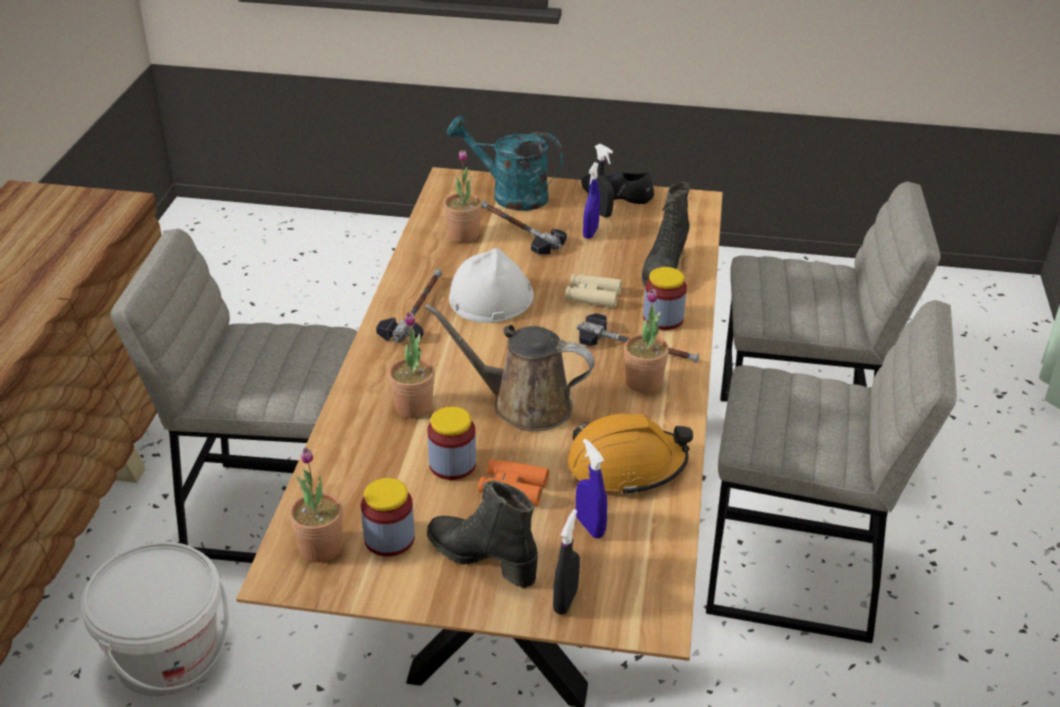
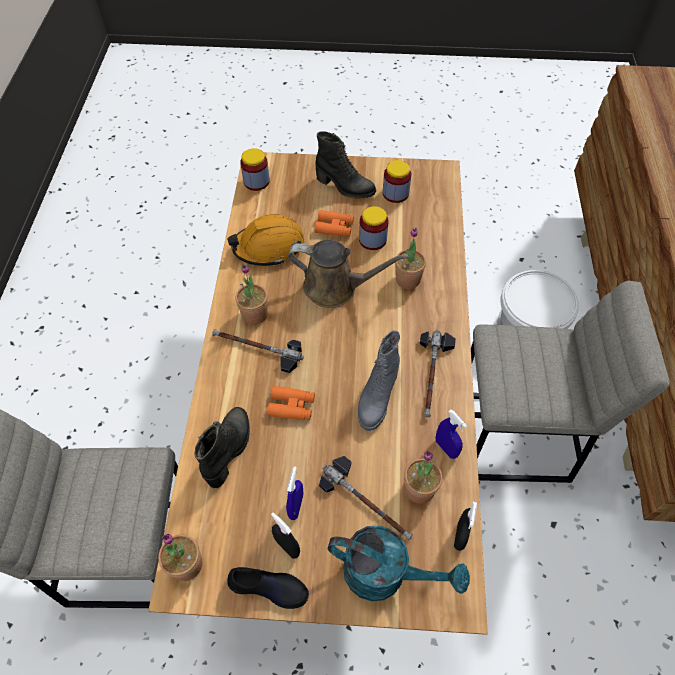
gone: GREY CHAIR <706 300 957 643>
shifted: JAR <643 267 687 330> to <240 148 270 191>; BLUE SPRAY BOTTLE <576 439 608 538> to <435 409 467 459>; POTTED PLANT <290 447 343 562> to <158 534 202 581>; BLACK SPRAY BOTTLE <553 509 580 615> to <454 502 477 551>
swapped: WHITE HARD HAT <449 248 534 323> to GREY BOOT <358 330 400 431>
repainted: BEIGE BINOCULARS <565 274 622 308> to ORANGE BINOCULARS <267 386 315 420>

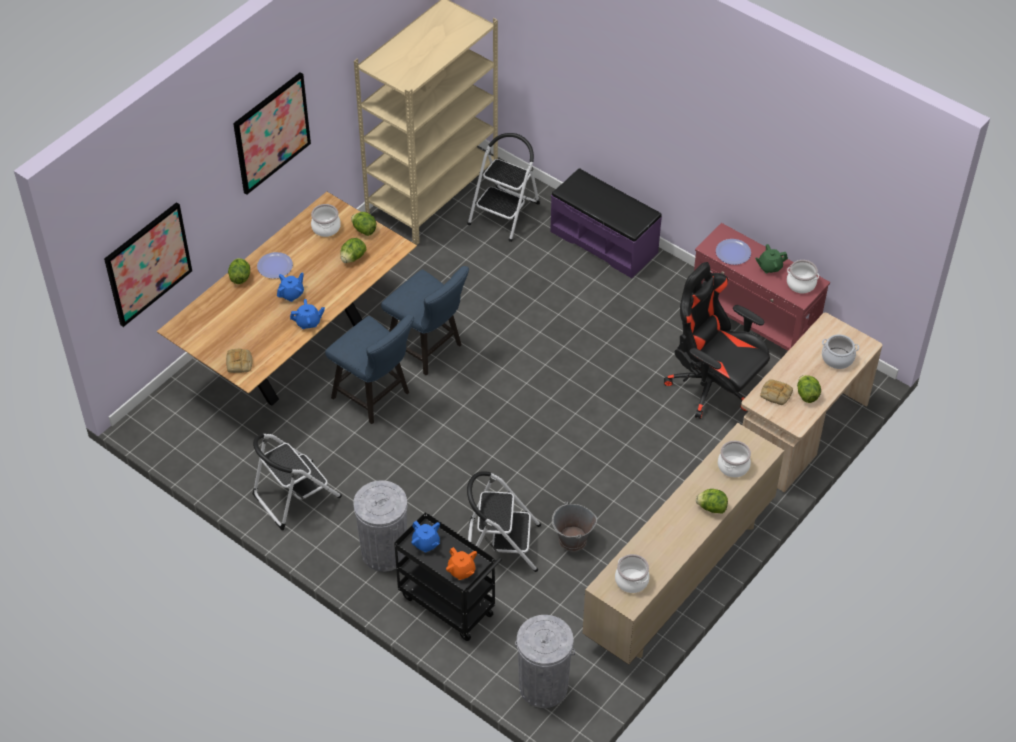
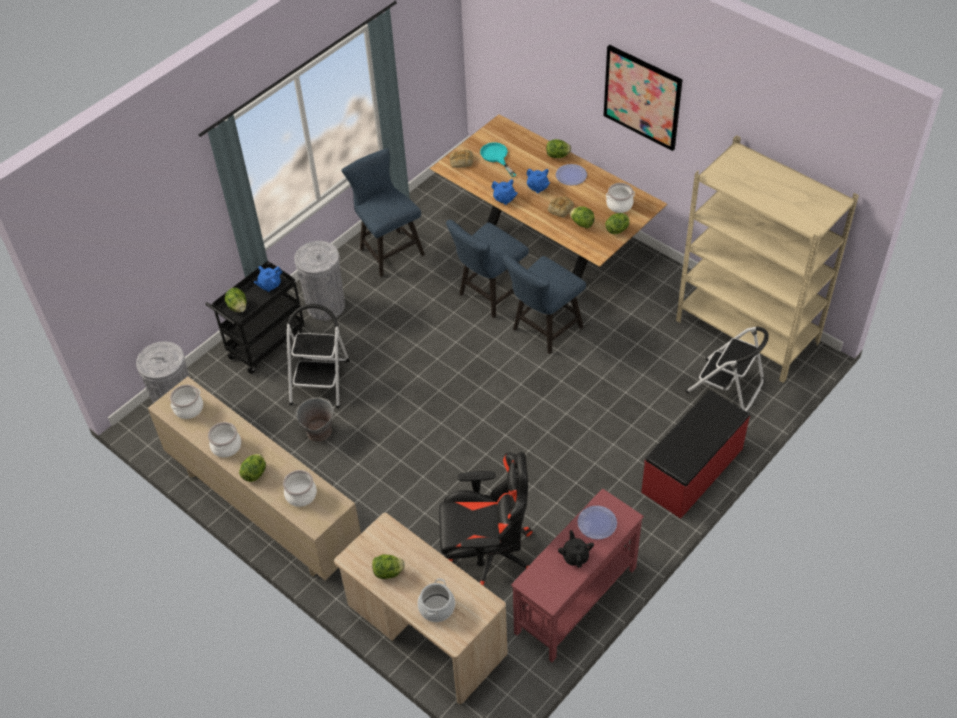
gone: PICTURE <104 202 192 327>
new: TURQUOISE FRYING PAN <480 142 516 177>
shifted: COOKING POT <787 260 819 293> to <208 422 241 457>; BREAD <760 380 793 405> to <548 197 574 218>
swapped: STEP LADDER <253 434 342 531> to BLUE CHAIR <341 148 425 277>; ORANGE TEAPOT <446 547 477 580> to LETTUCE <225 288 246 312>
repainted: PURPLE BENCH <550 168 662 278> to RED BENCH <641 390 750 519>; GREEN TEAPOT <755 244 788 274> to BLACK TEAPOT <558 530 594 568>
rotated: BLACK OFFICE CHAIR <664 262 770 419> = <439 452 533 587> 45 degrees clockwise; BLUE TEAPOT <290 299 325 329> = <491 179 518 205> 45 degrees counterclockwise

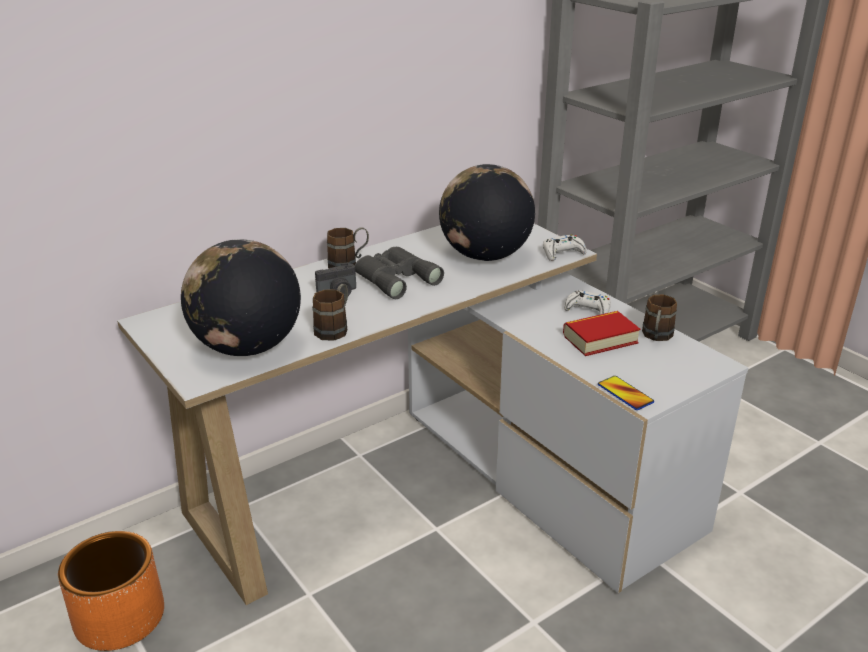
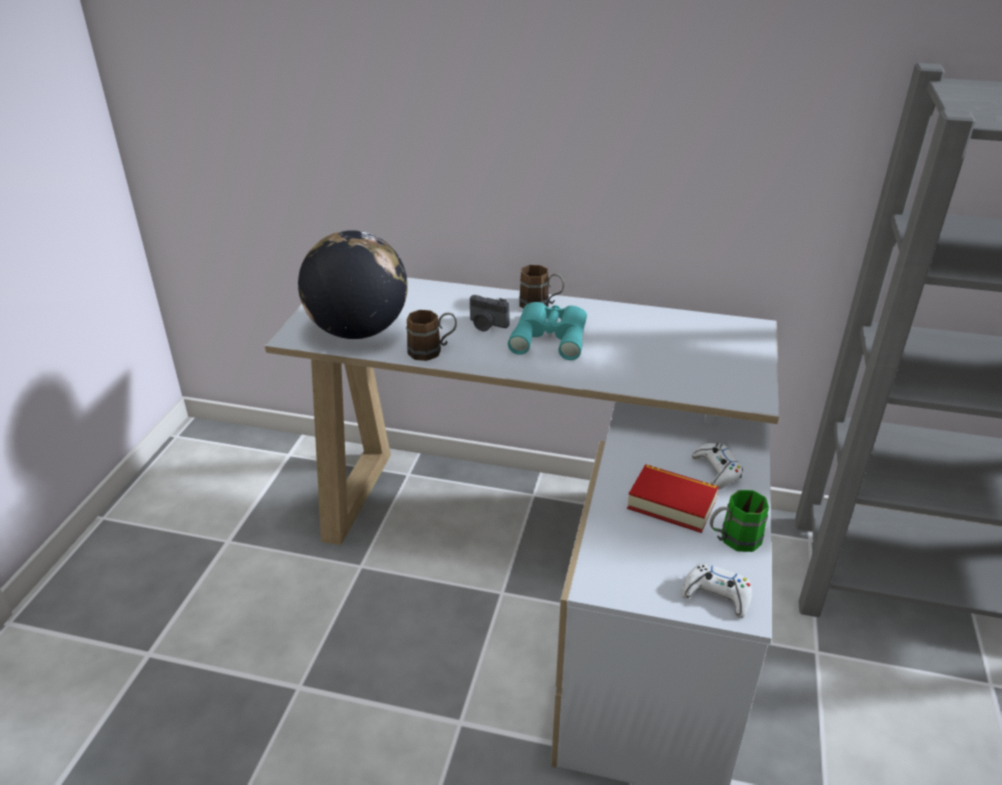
gone: GLOBE <439 164 535 261>; PHONE <598 376 654 410>; ORANGE PLANTER <58 531 164 651>
shifted: WHITE GAME CONTROLLER <543 234 587 261> to <681 563 752 618>
repainted: GREY BINOCULARS <355 247 444 299> to TURQUOISE BINOCULARS <508 302 587 360>; BROWN MUG <642 295 677 341> to GREEN MUG <710 490 769 552>

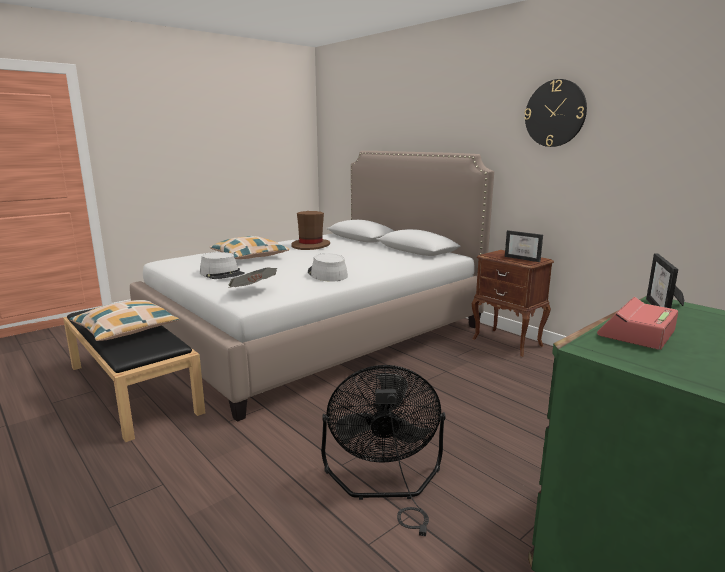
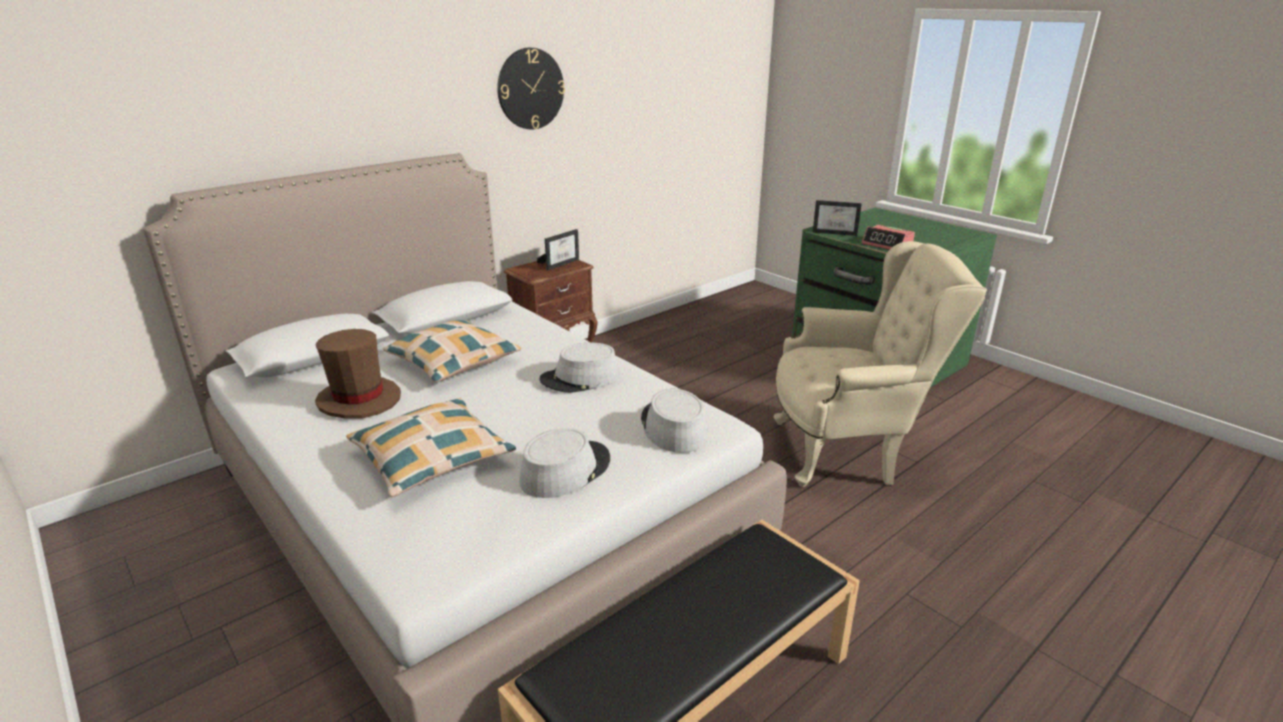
shifted: PILLOW <70 300 179 341> to <383 320 521 382>
swapped: NEWSPAPER <228 267 277 287> to GREY HAT <641 389 708 453>; BLACK FAN <321 365 446 536> to BEIGE ARMCHAIR <774 241 987 487>

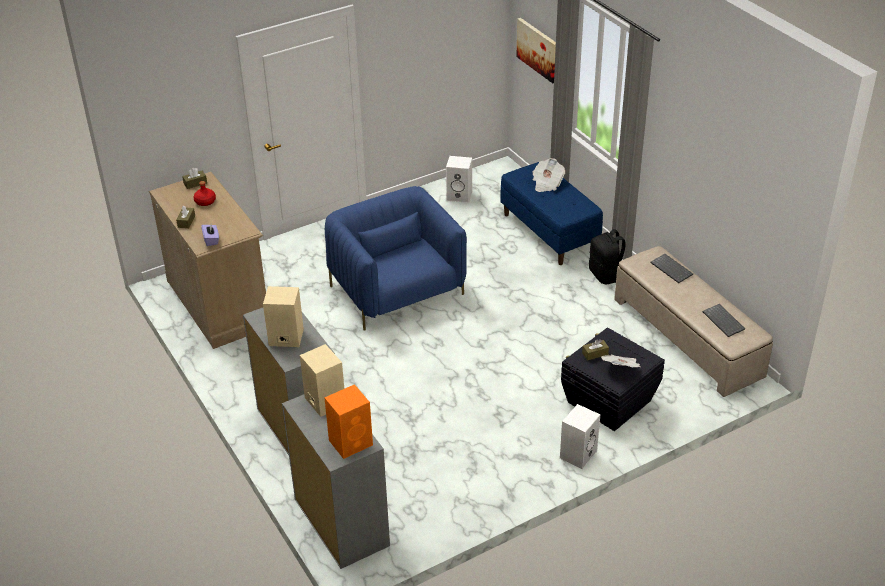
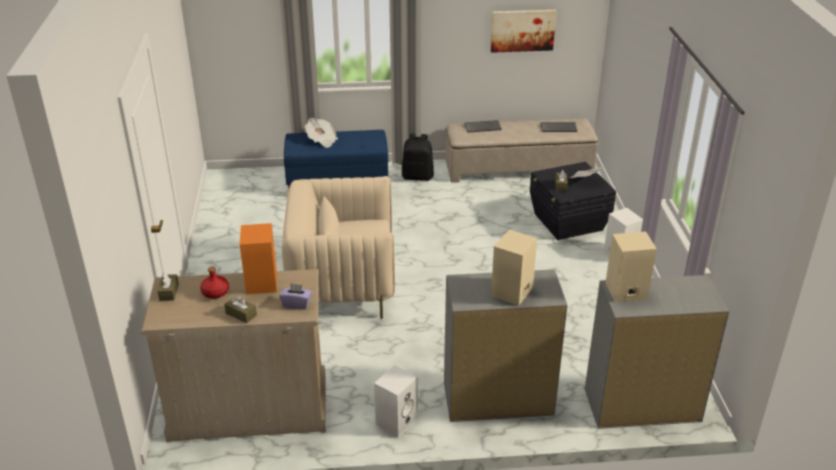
shifted: PICTURE <516 18 556 83> to <491 10 556 53>; WHITE SPEAKER <446 156 472 203> to <374 365 417 437>; ORANGE SPEAKER <324 384 373 459> to <240 223 277 294>
repainted: BLUE ARMCHAIR <325 186 467 330> to BEIGE ARMCHAIR <282 176 395 319>

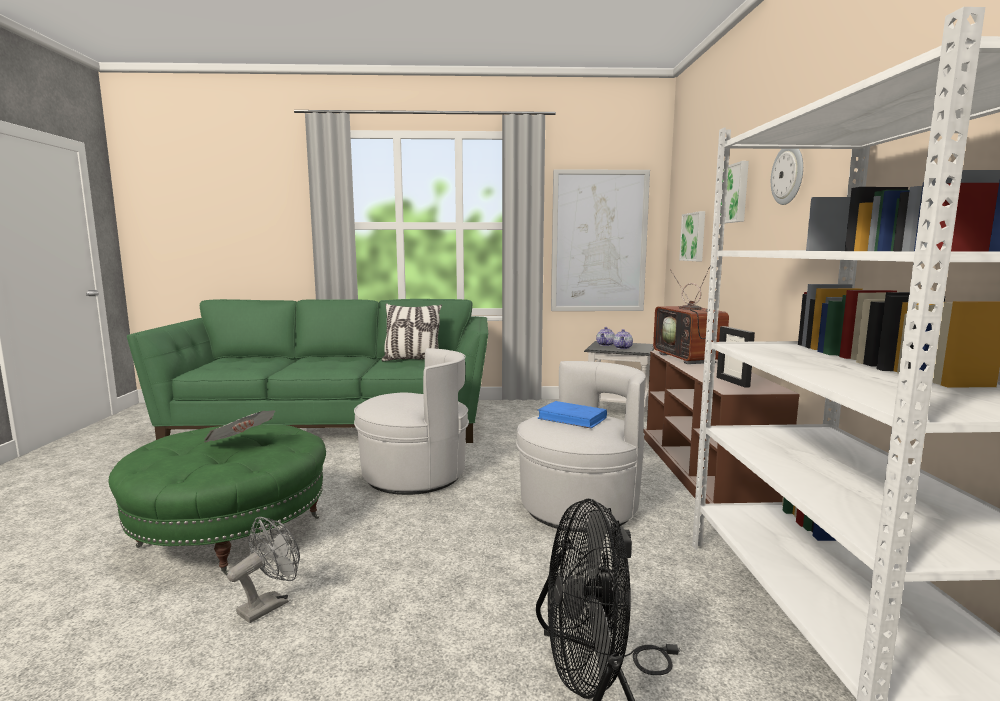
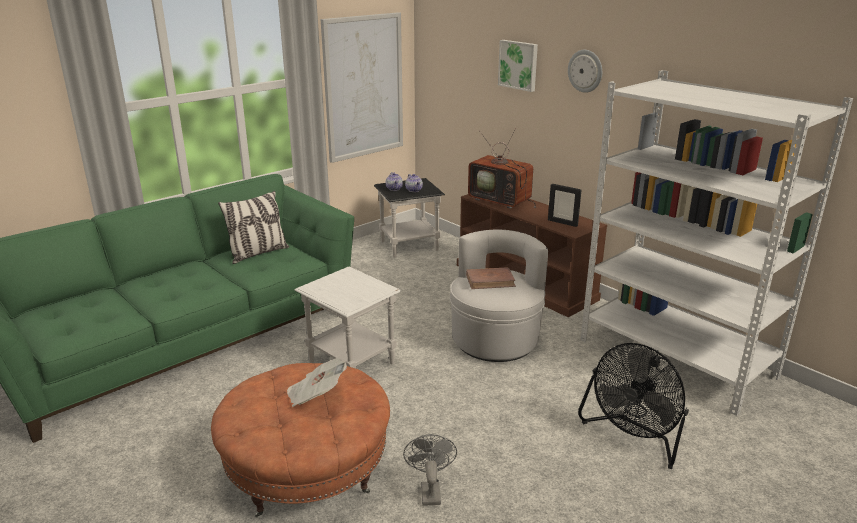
gone: PICTURE <679 211 705 261>
swapped: WHITE ARMCHAIR <354 348 469 495> to WHITE SIDE TABLE <295 266 401 368>
repainted: BLUE BOOK <537 401 607 428> to BROWN BOOK <466 267 516 289>; GREEN OTTOMAN <109 424 326 576> to BROWN OTTOMAN <211 363 390 517>

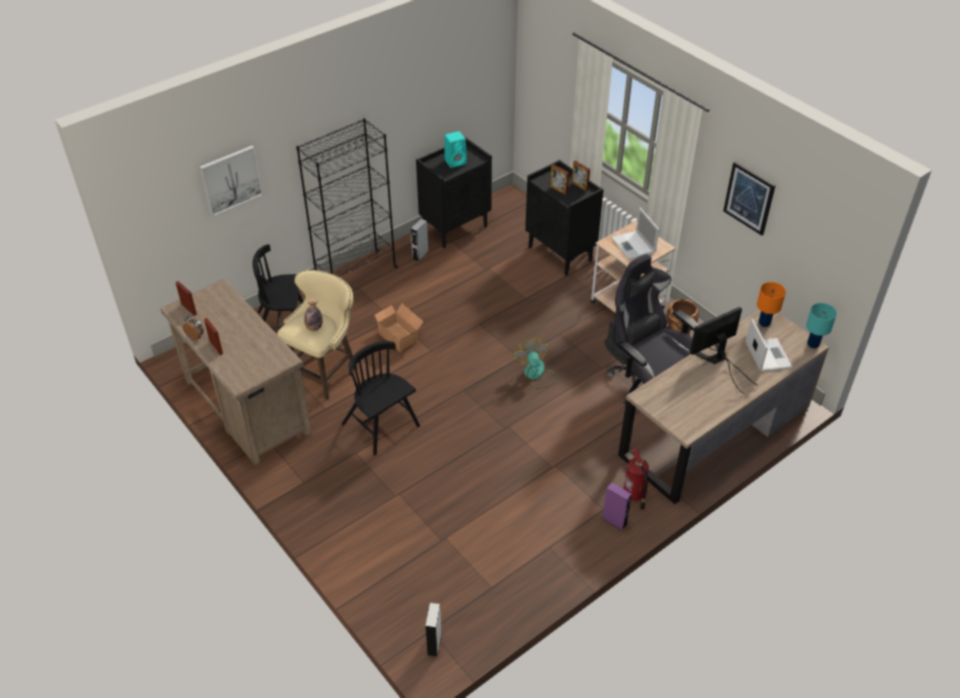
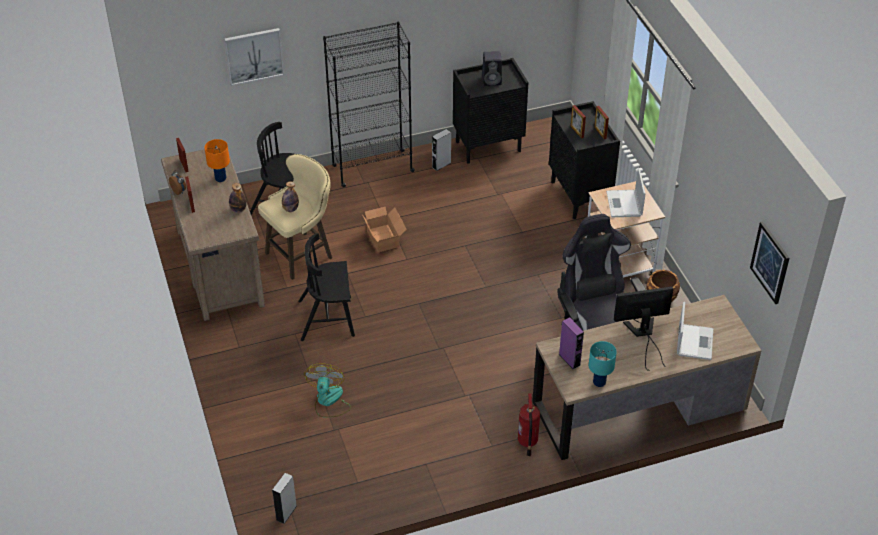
new: BOTTLE <229 183 247 213>
shifted: PICTURE <723 161 776 235> to <750 221 789 304>; ORANGE TABLE LAMP <757 282 786 327> to <204 139 230 182>; TURQUOISE TABLE LAMP <806 303 837 348> to <589 341 617 387>; FAN <513 338 560 389> to <304 363 351 418>; PURPLE SPEAKER <602 482 632 531> to <559 317 584 370>
repainted: TURQUOISE SPEAKER <444 131 467 168> to BLACK SPEAKER <482 51 502 86>
rotated: BLACK CHAIR <342 341 420 456> = <298 233 355 341> 75 degrees counterclockwise

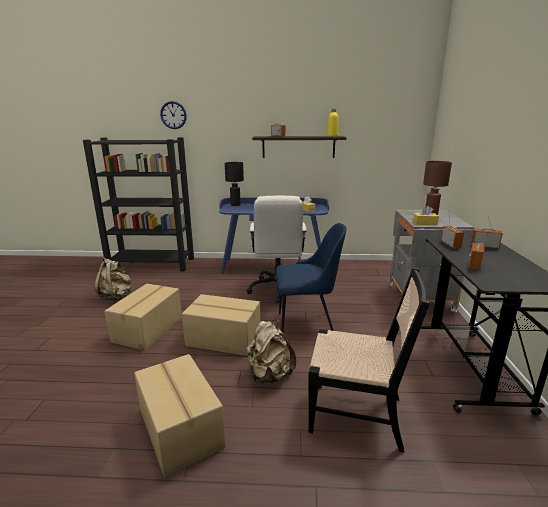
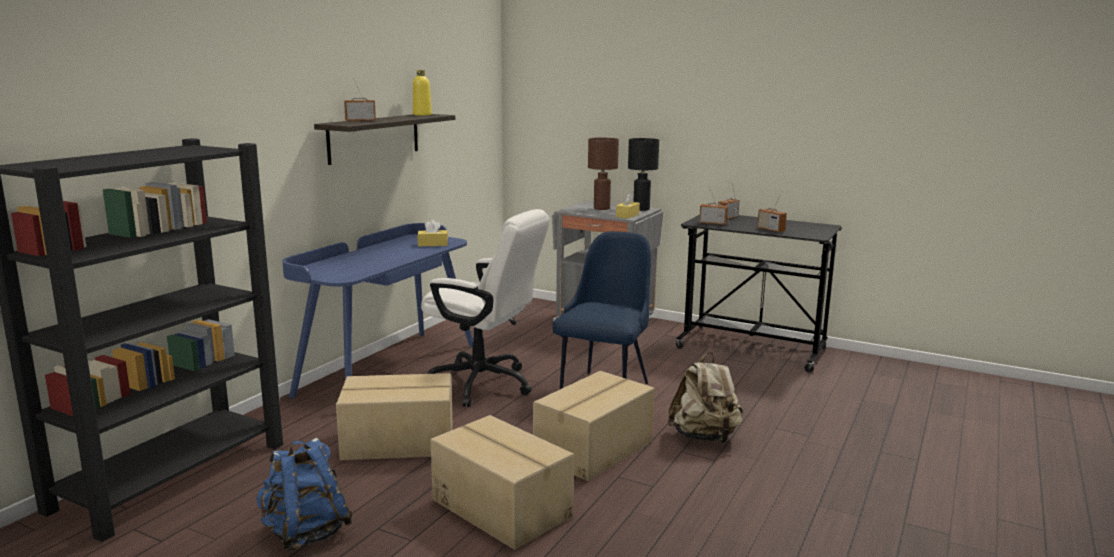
gone: WALL CLOCK <160 101 187 129>; CHAIR <309 267 430 453>
shifted: BLACK TABLE LAMP <225 162 244 206> to <628 138 659 211>; CARDBOARD BOX <134 354 226 477> to <336 373 453 460>
repainted: BEIGE BACKPACK <94 257 131 300> to BLUE BACKPACK <257 437 354 551>

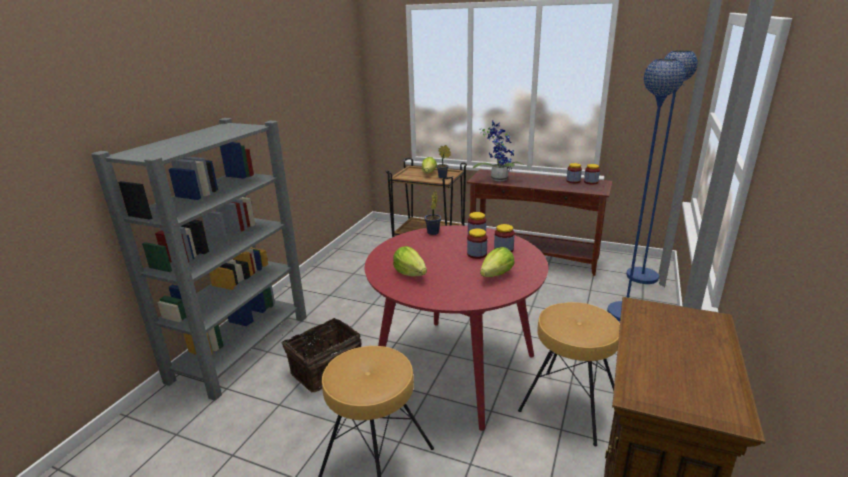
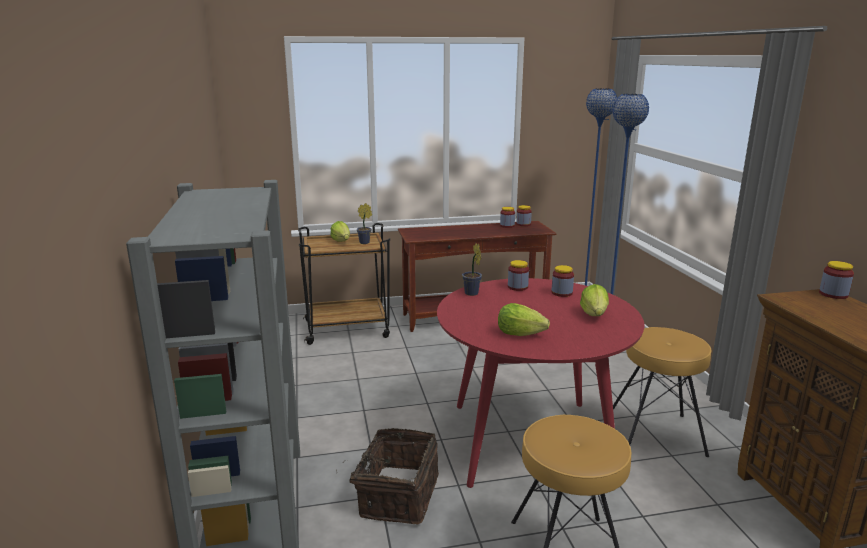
gone: POTTED PLANT <473 120 524 181>
shifted: JAR <467 228 487 259> to <819 261 854 299>

